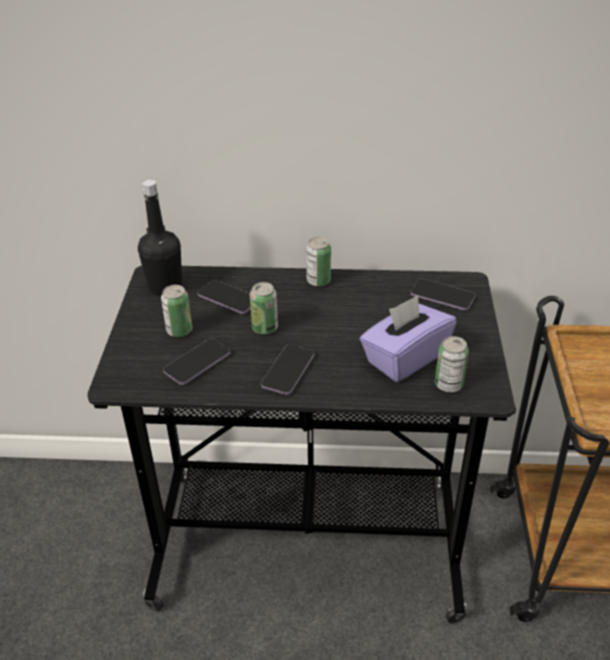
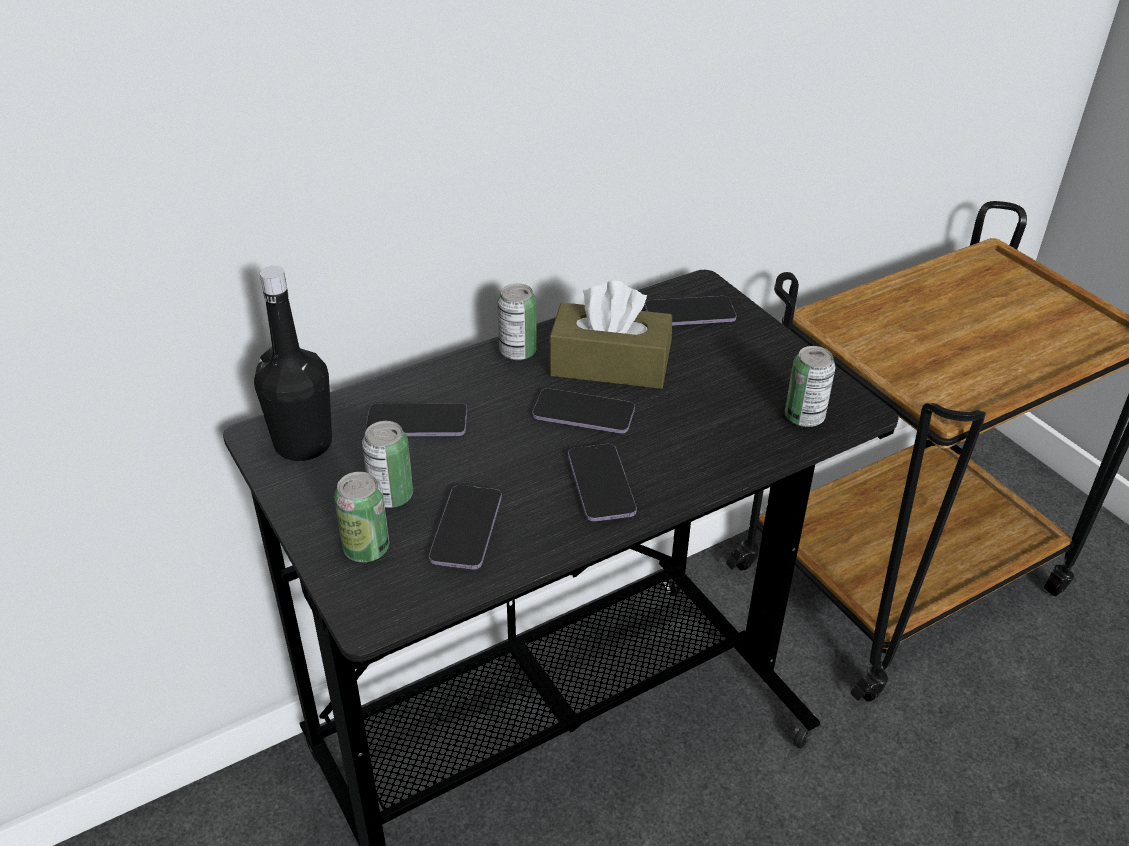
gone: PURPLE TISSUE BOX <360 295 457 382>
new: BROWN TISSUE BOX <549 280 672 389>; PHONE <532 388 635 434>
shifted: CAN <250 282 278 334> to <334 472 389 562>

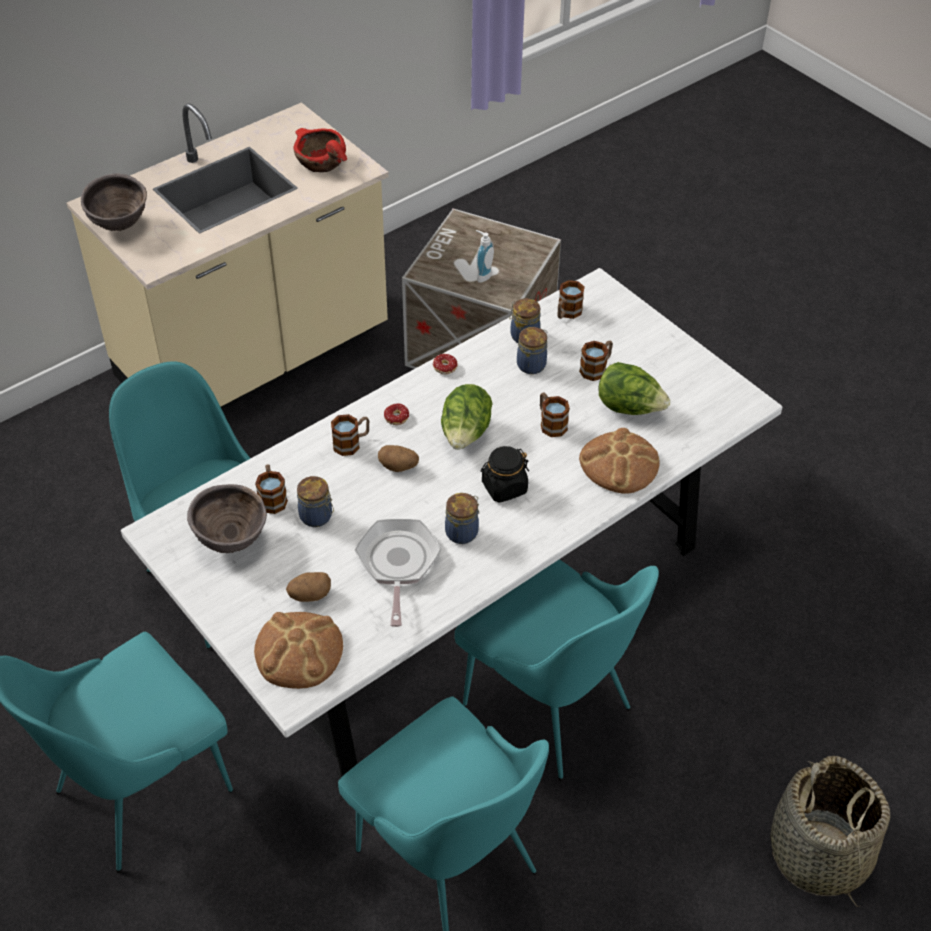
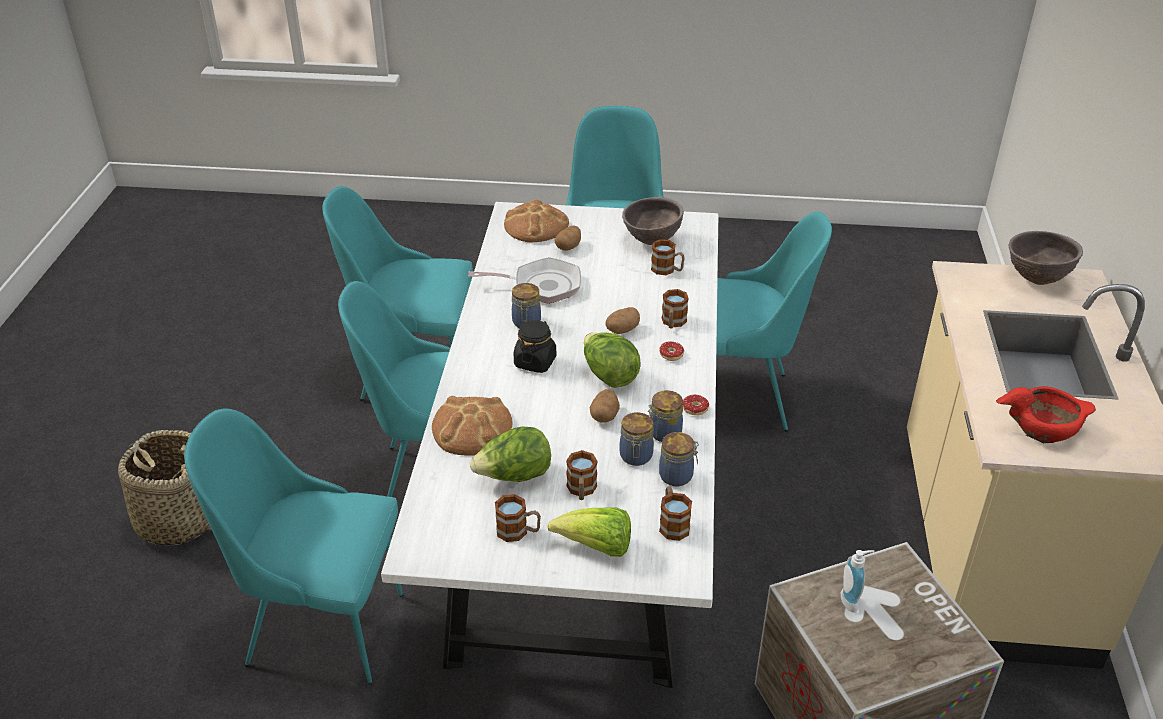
new: POTATO <590 389 620 422>; TURQUOISE CHAIR <184 409 403 685>; LETTUCE <547 507 631 557>
shifted: MUG <540 392 570 437> to <495 494 541 542>; JAR <297 476 334 527> to <648 390 683 442>
rotated: FRYING PAN <355 519 441 627> = <468 257 581 304> 45 degrees counterclockwise

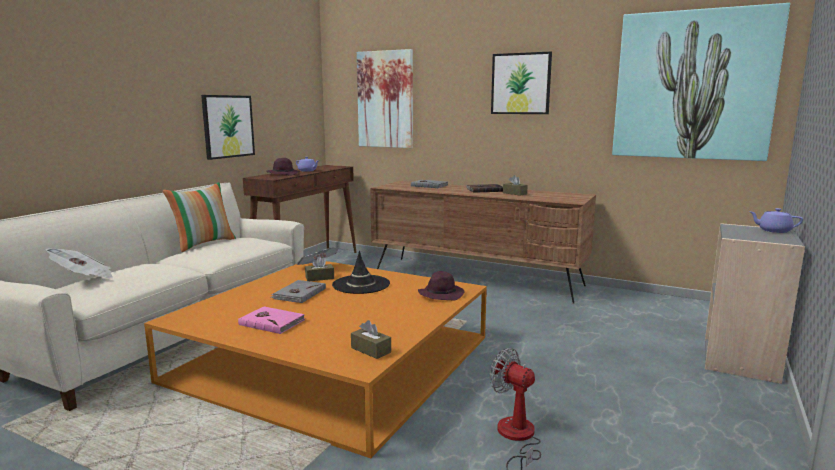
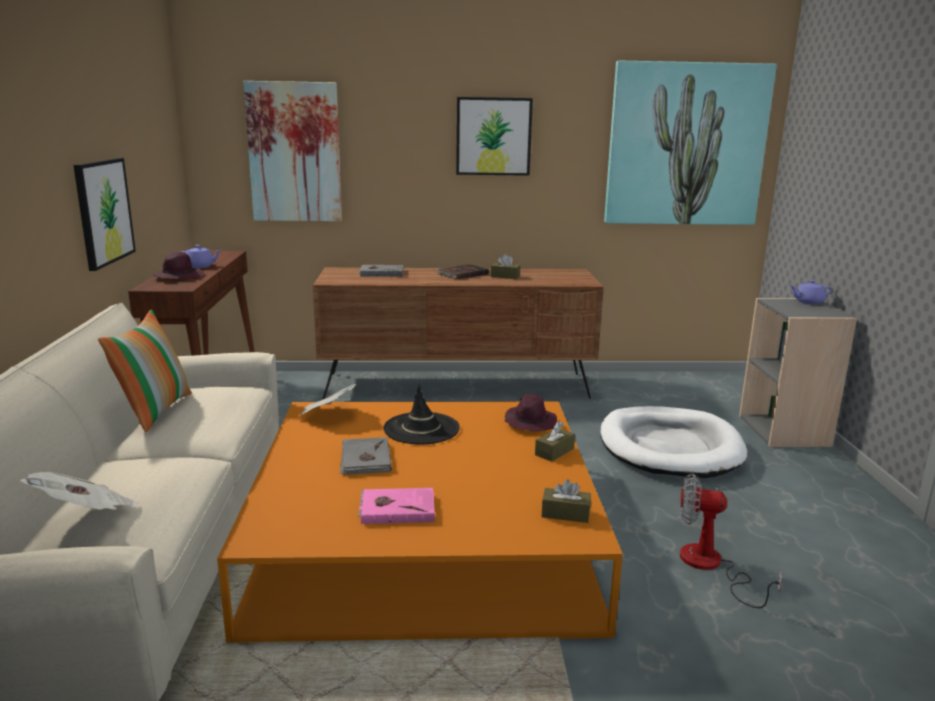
new: WHITE DOG BED <600 406 747 478>
shifted: BROWN TISSUE BOX <305 256 334 281> to <535 422 575 462>

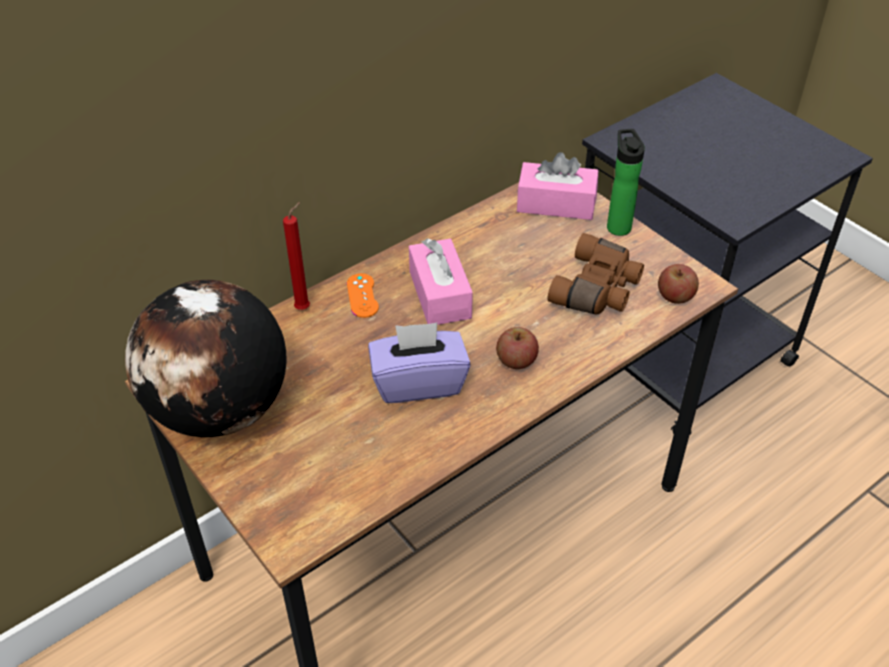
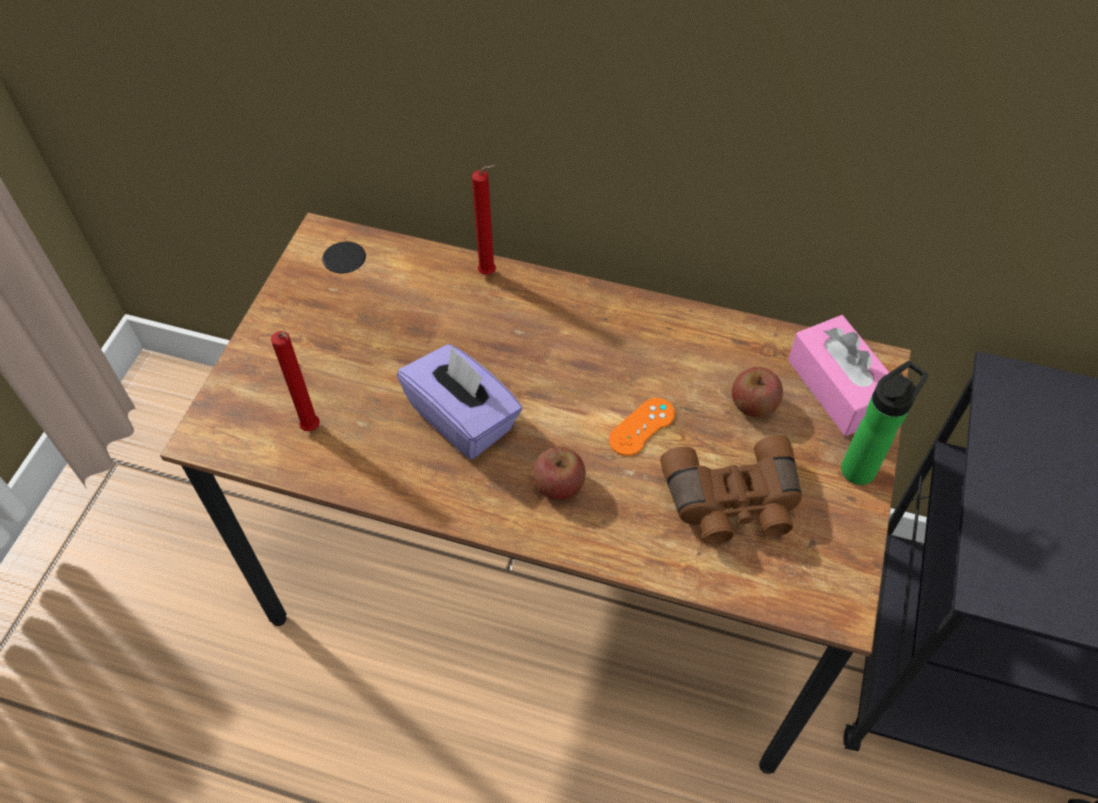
gone: PINK TISSUE BOX <409 239 473 325>; GLOBE <125 280 287 437>
new: RED CANDLE <271 331 320 431>
shifted: APPLE <658 264 699 304> to <732 367 783 417>; ORANGE GAME CONTROLLER <347 273 379 318> to <609 398 675 456>

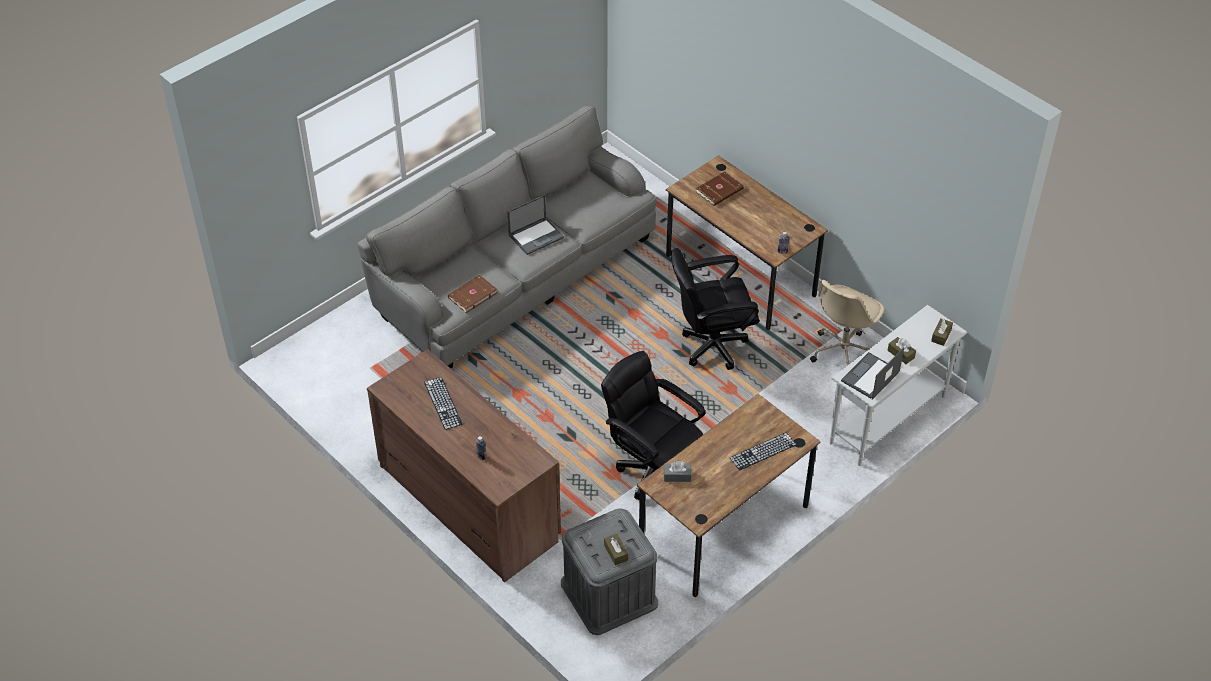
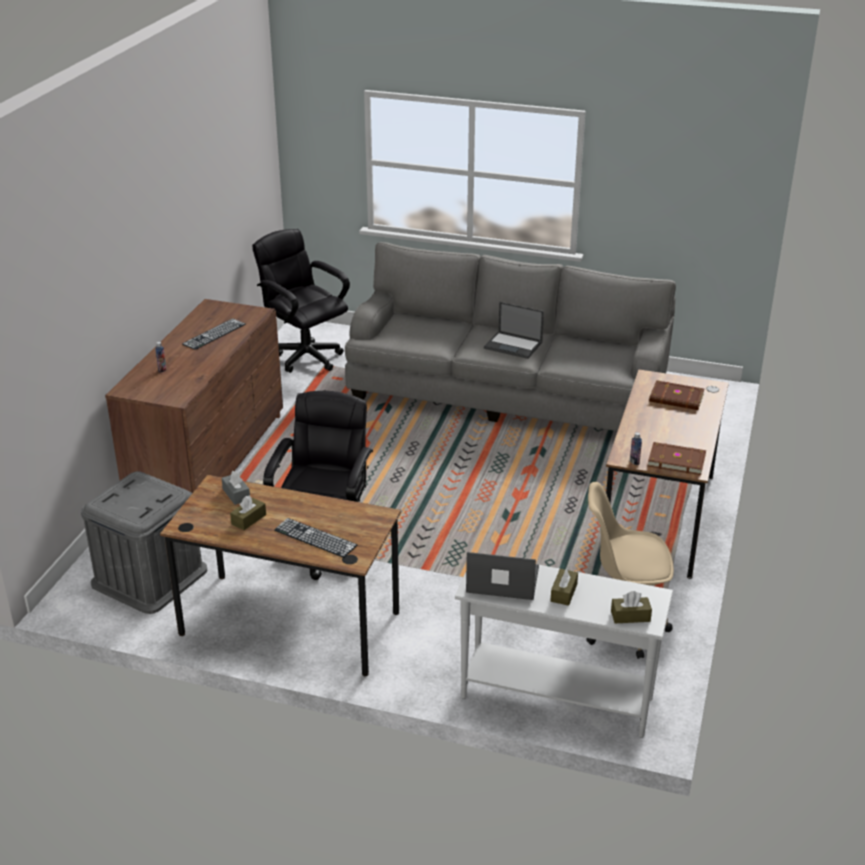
shifted: BLACK OFFICE CHAIR <671 248 760 370> to <252 229 350 373>; BROWN BOOK <448 275 498 313> to <648 442 706 475>; BROWN TISSUE BOX <604 534 628 565> to <230 496 266 530>

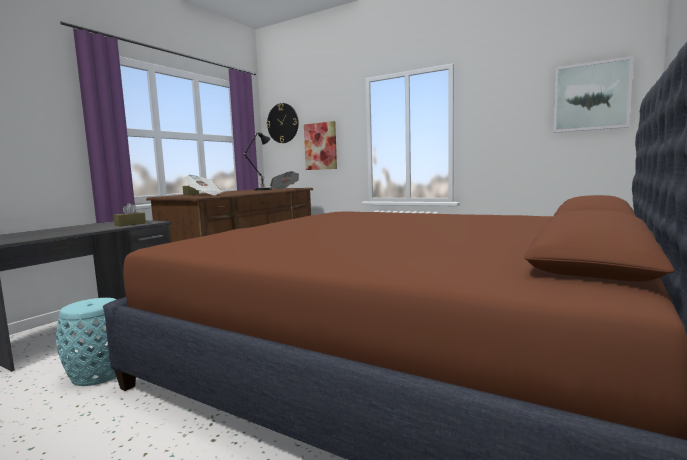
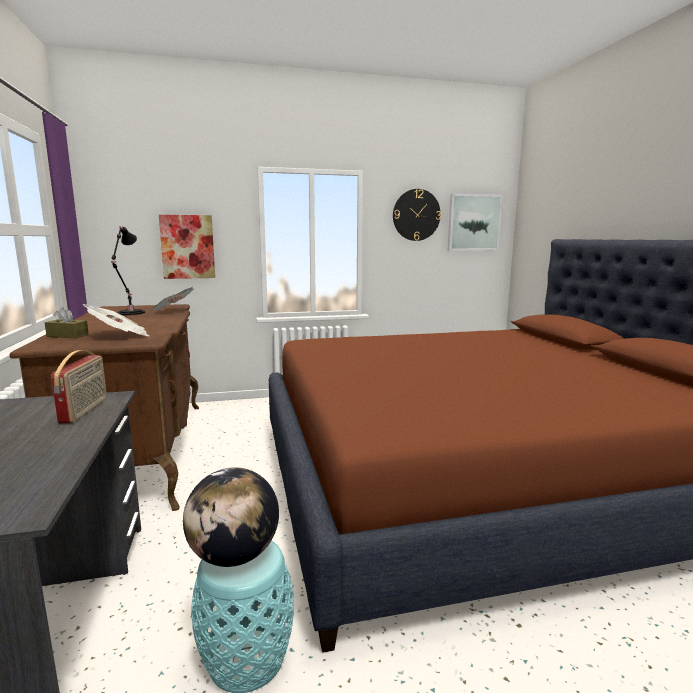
new: GLOBE <183 467 279 567>
shifted: WALL CLOCK <267 103 299 143> to <393 189 441 241>
swapped: BROWN TISSUE BOX <114 203 146 226> to RADIO <51 350 107 423>

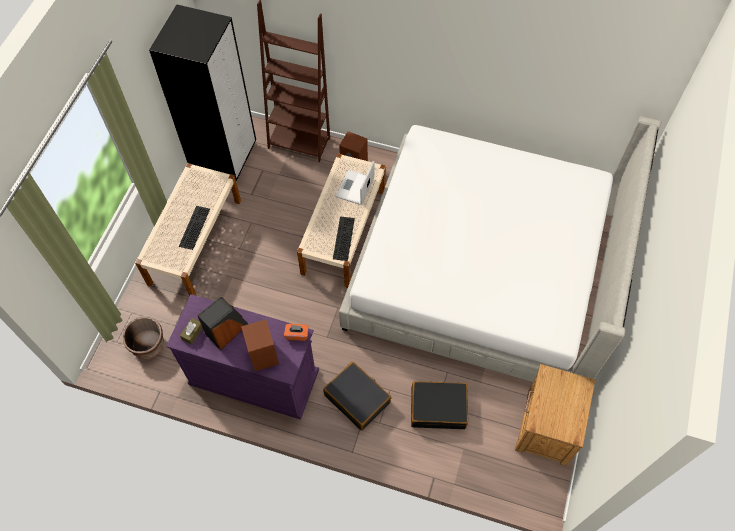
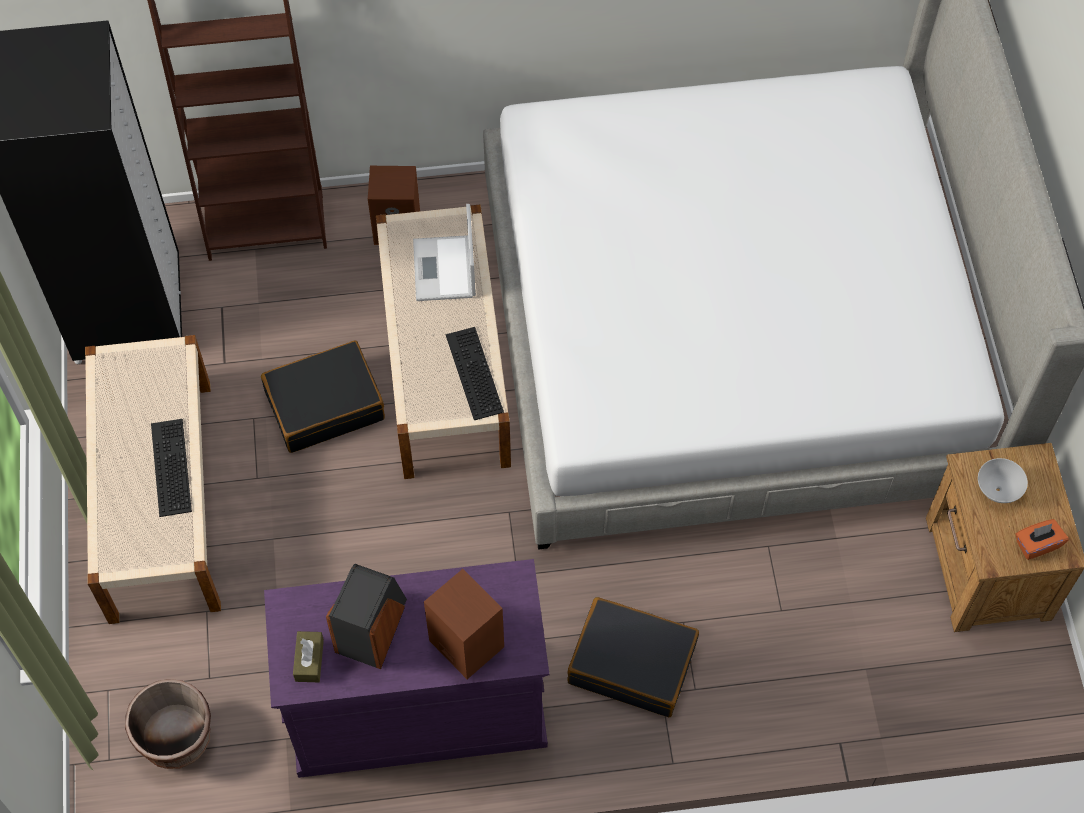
new: WHITE BOWL <978 458 1028 503>
shifted: ORANGE TISSUE BOX <284 324 309 341> to <1016 519 1069 560>; BLACK SUITCASE <411 381 468 429> to <261 340 385 453>

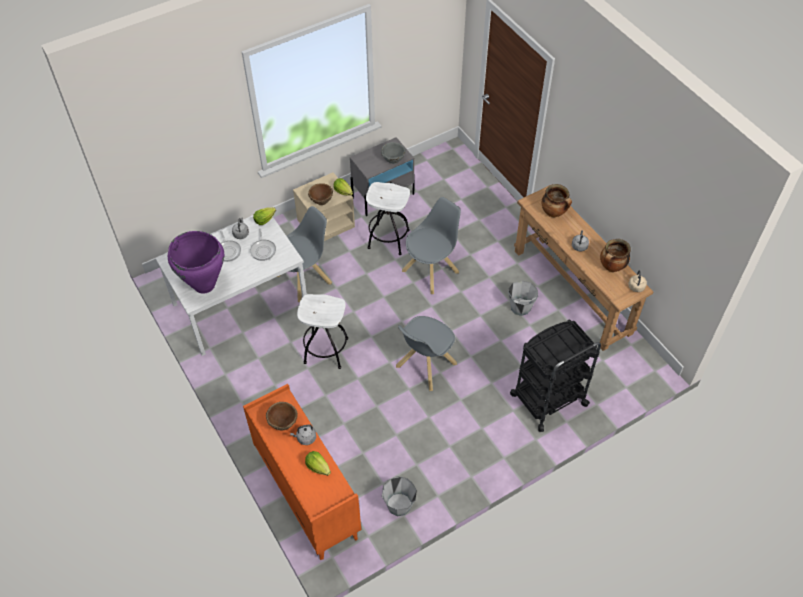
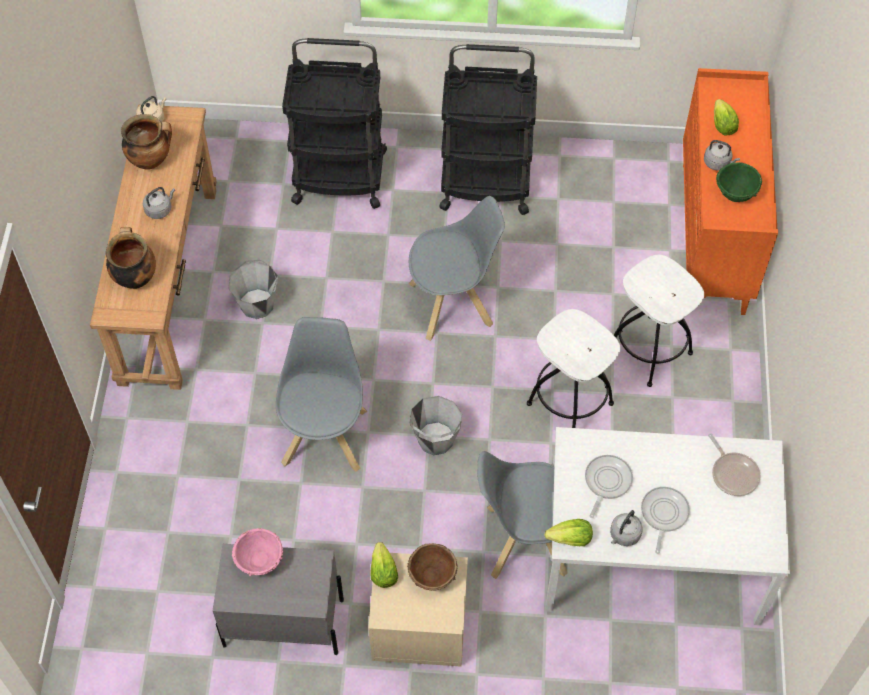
new: BLACK CART <439 44 537 215>
shifted: WHITE STOOL <366 182 410 255> to <614 255 704 387>; GREY BUCKET <382 476 417 516> to <410 396 462 455>
swapped: PURPLE VASE <168 231 224 294> to FRYING PAN <708 433 761 496>
repainted: GREY BOWL <381 142 406 164> to PINK BOWL <232 528 283 576>; BROWN BOWL <266 402 298 430> to GREEN BOWL <716 162 762 202>
rotated: GREY CHAIR <402 197 461 294> = <276 317 367 472> 105 degrees clockwise

